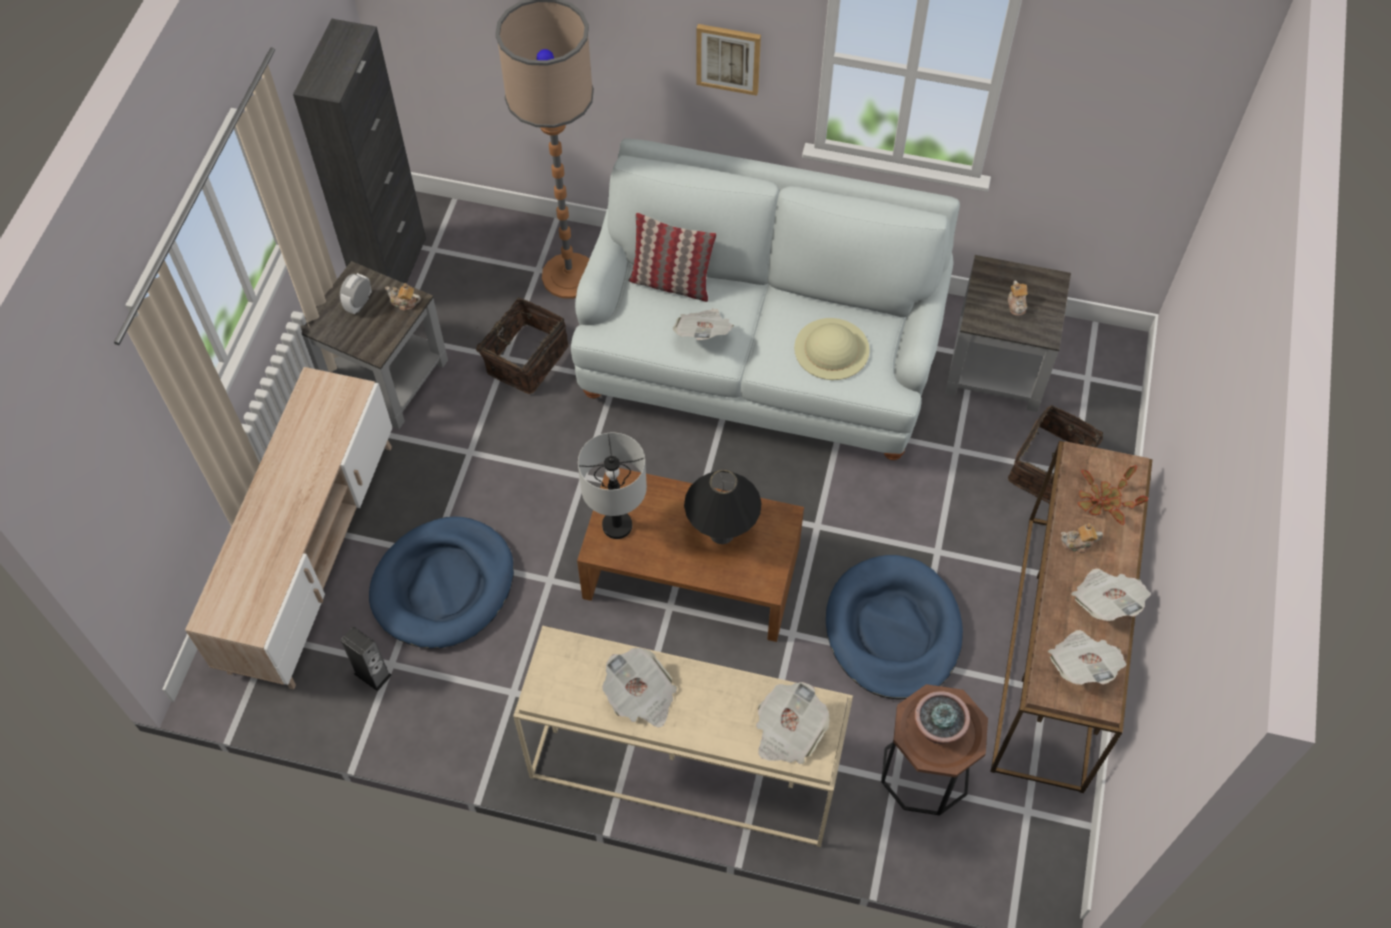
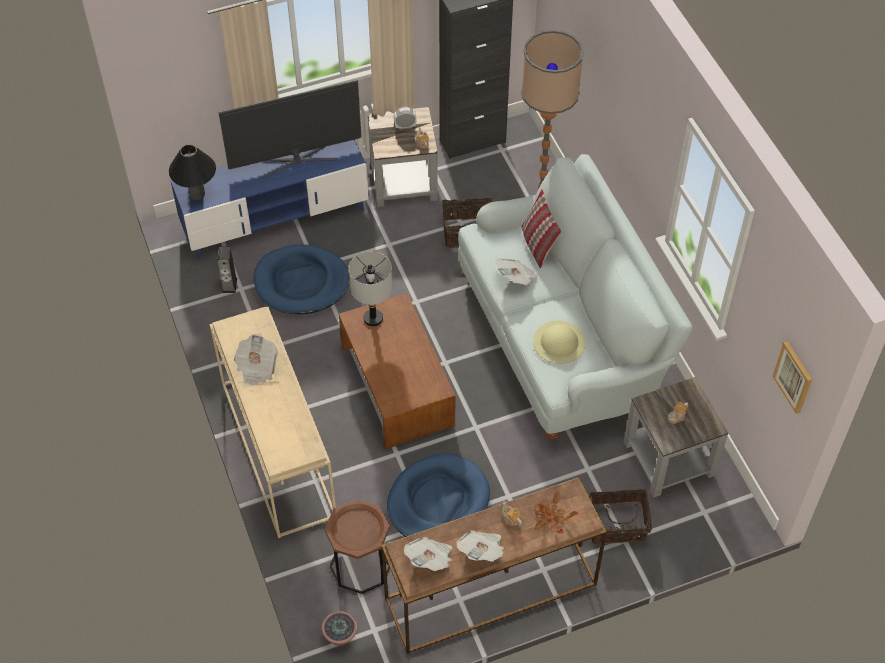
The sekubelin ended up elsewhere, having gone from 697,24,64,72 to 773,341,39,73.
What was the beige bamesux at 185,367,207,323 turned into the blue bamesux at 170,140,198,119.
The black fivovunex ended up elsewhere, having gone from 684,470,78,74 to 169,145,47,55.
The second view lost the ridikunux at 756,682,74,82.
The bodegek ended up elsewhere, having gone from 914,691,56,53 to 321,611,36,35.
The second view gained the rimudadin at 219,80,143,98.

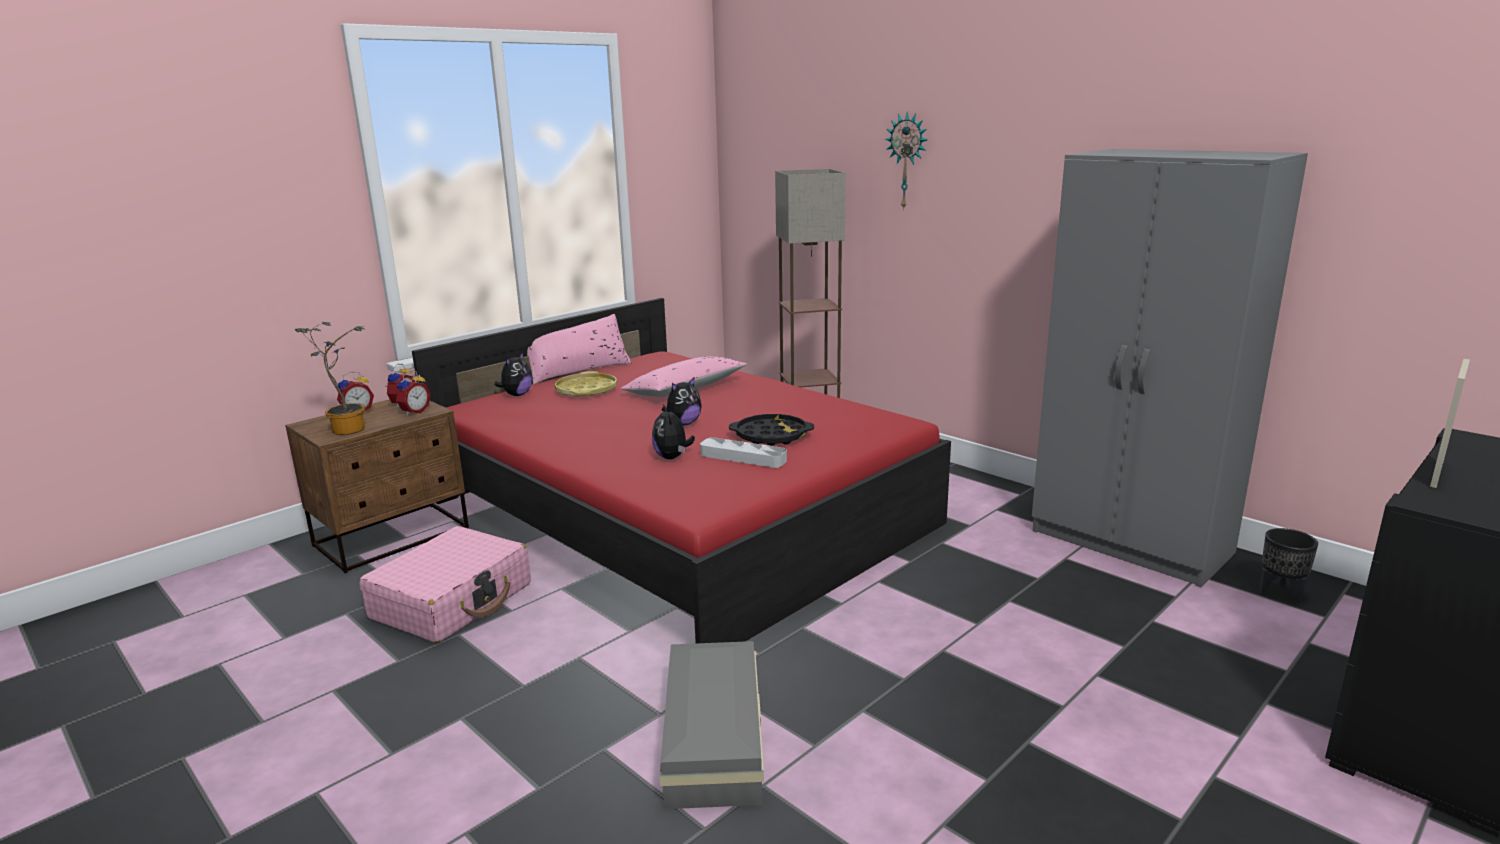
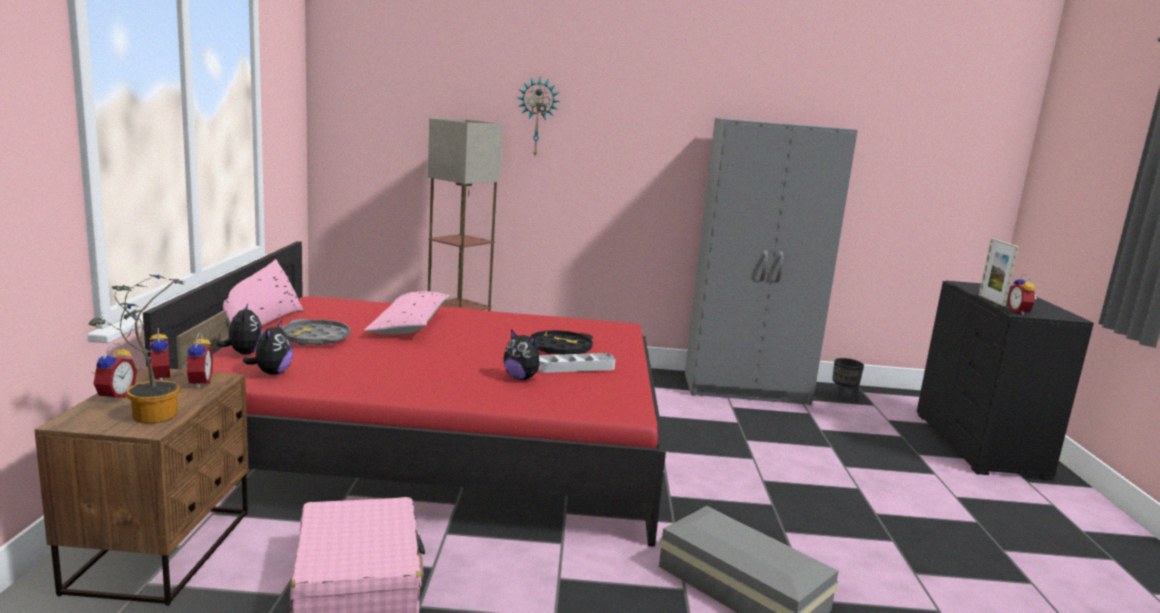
What was the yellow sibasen at 554,371,63,26 turned into the grey sibasen at 282,319,68,27.
The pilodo ended up elsewhere, having gone from 662,376,39,50 to 243,320,50,55.
The second view gained the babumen at 1008,274,29,41.

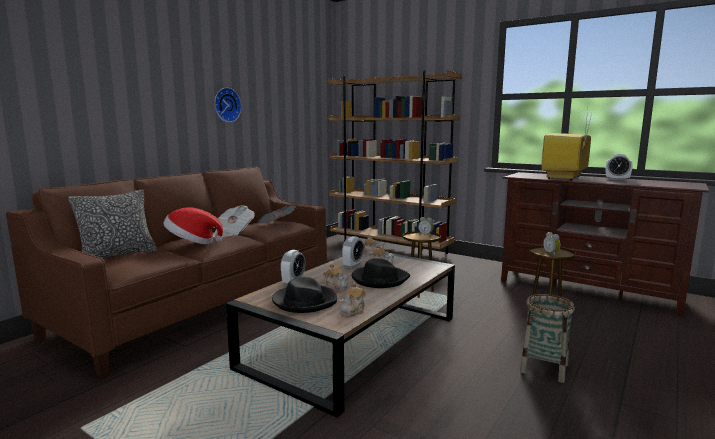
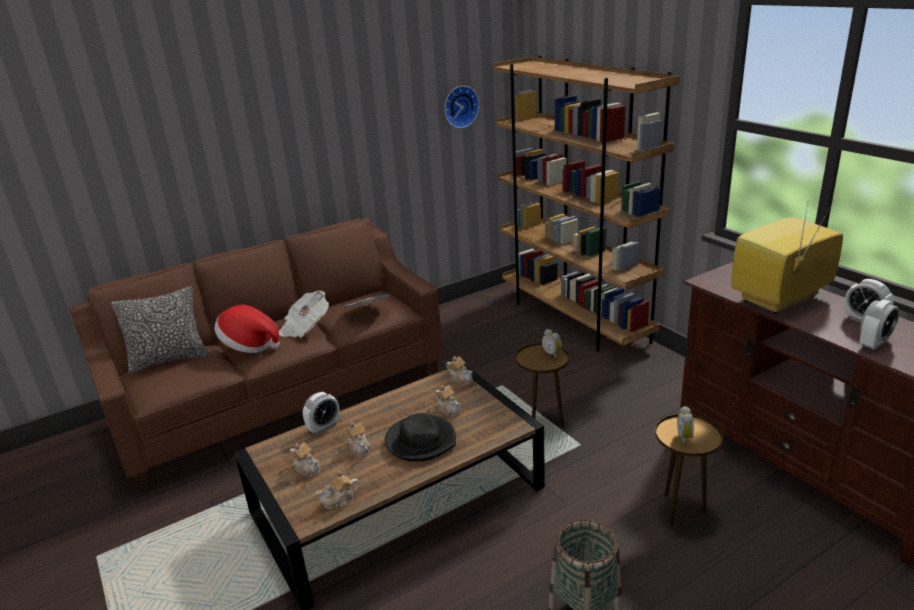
The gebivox ended up elsewhere, having gone from 214,88,28,35 to 444,86,35,42.
The babumen ended up elsewhere, having gone from 342,236,22,33 to 859,299,40,51.
Where the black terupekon stood at 272,277,65,36, the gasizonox came to stand at 289,442,32,35.

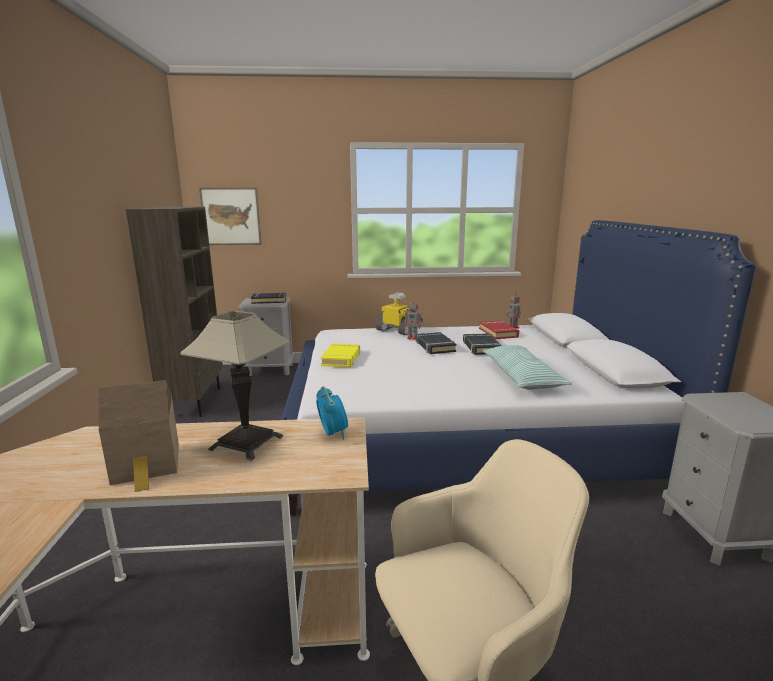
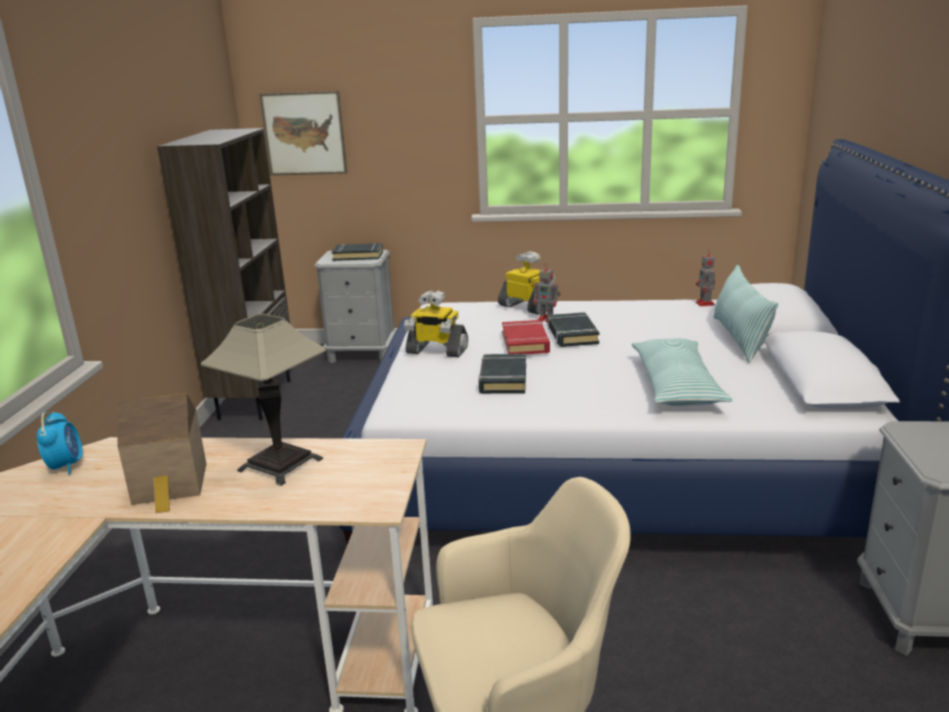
The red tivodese ended up elsewhere, having gone from 479,320,40,19 to 502,320,48,34.
The black tivodese ended up elsewhere, having gone from 463,333,39,22 to 478,354,48,40.
Where the yellow tivodese stood at 321,343,39,24, the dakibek came to stand at 404,290,64,67.
The babumen ended up elsewhere, having gone from 316,386,32,54 to 37,411,45,64.
The second view gained the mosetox at 713,265,65,98.

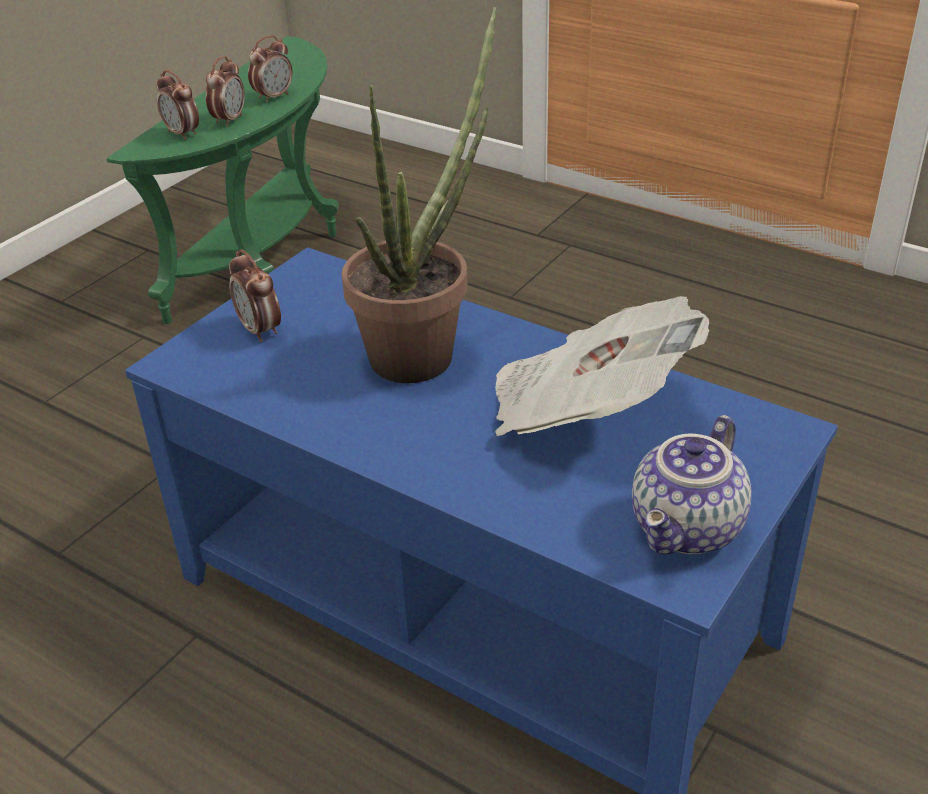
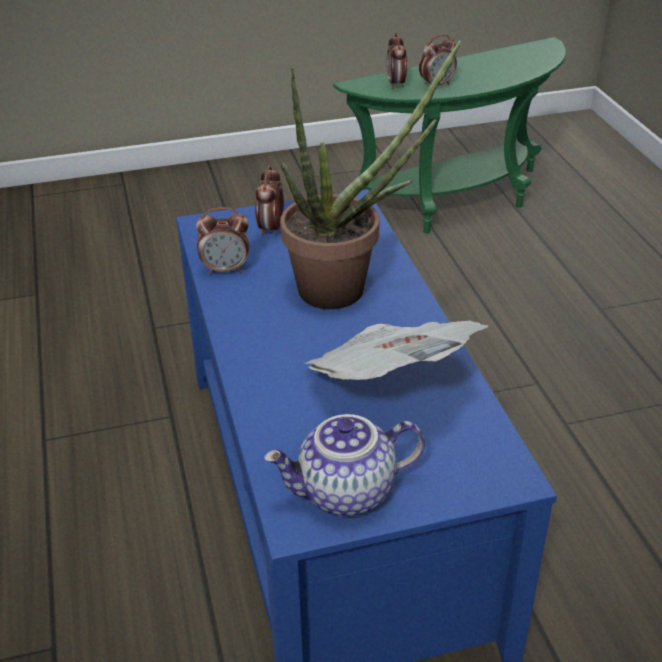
The babumen ended up elsewhere, having gone from 248,35,45,68 to 196,207,53,68.

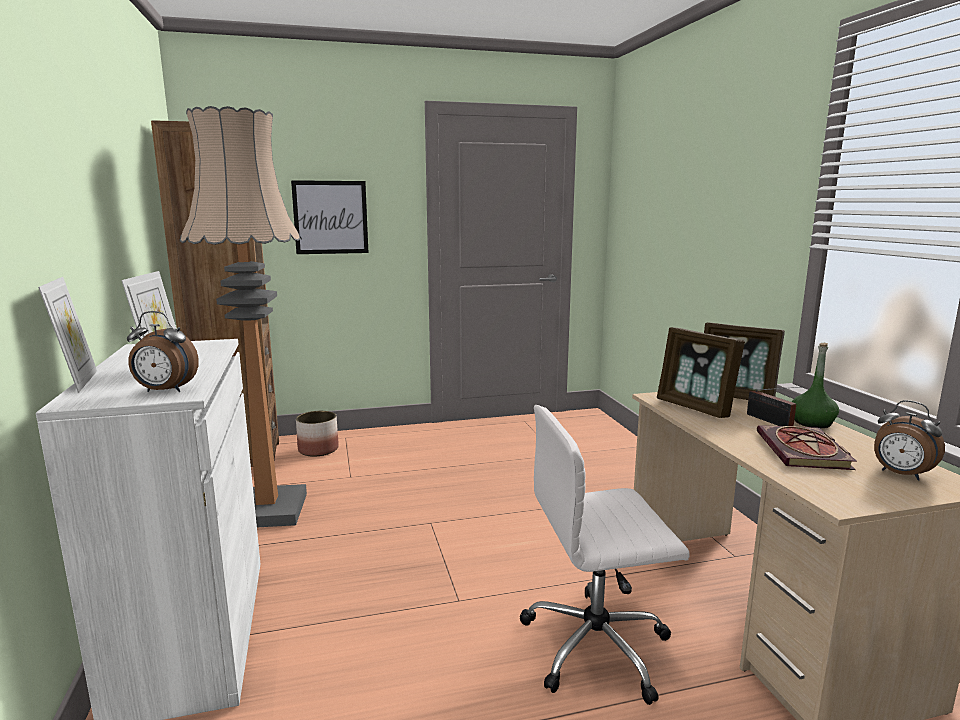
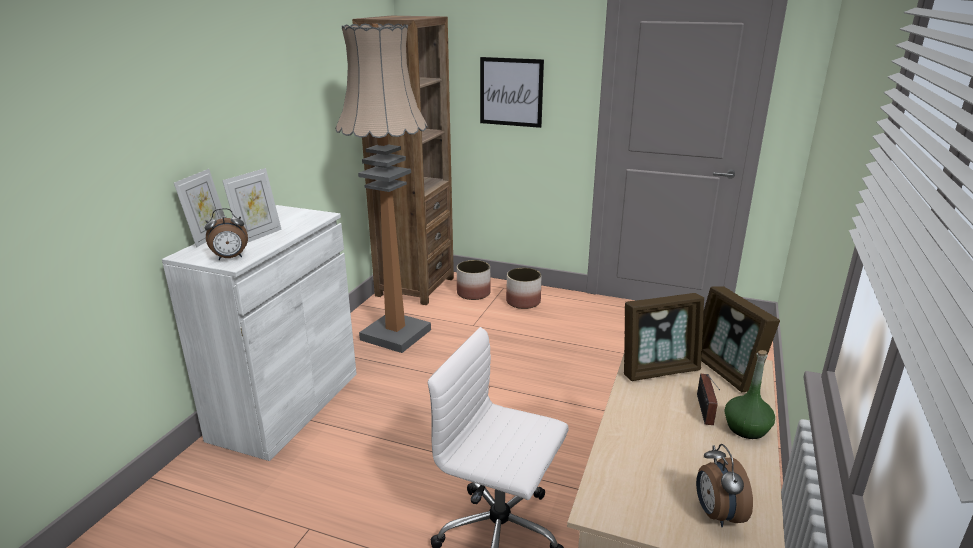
The babumen at 127,311,72,81 ended up facing another way, 60 degrees counterclockwise from before.
The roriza at 657,327,88,91 ended up facing another way, 105 degrees counterclockwise from before.
The second view lost the tivodese at 757,425,100,45.
The second view gained the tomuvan at 506,268,36,41.

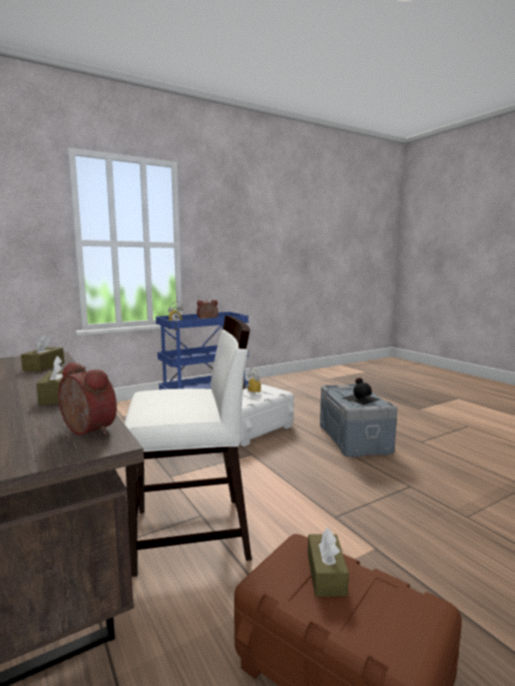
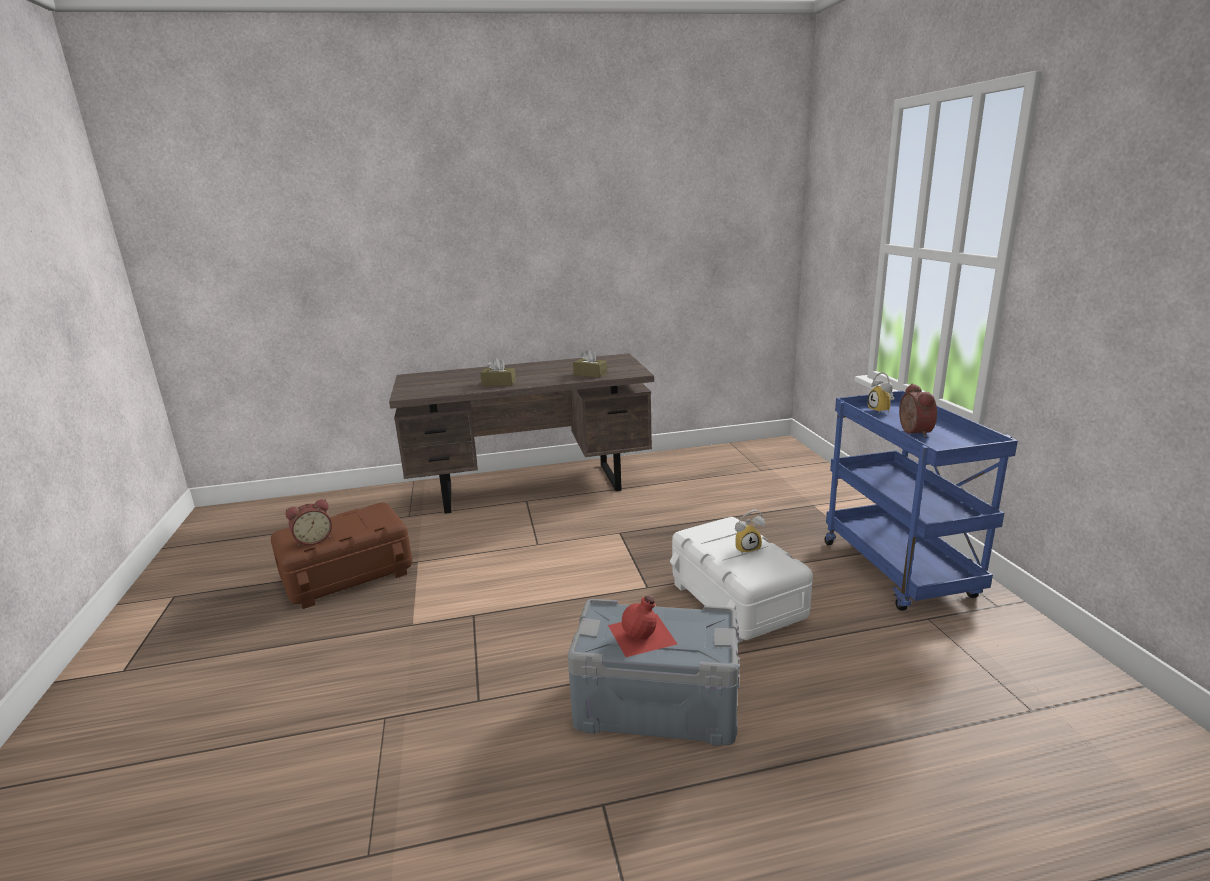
The second view lost the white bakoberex at 124,315,128,262.
The babumen ended up elsewhere, having gone from 58,362,59,73 to 285,499,47,48.
What was the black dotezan at 343,378,38,27 turned into the red dotezan at 608,596,69,61.
The second view lost the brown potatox at 308,528,41,69.

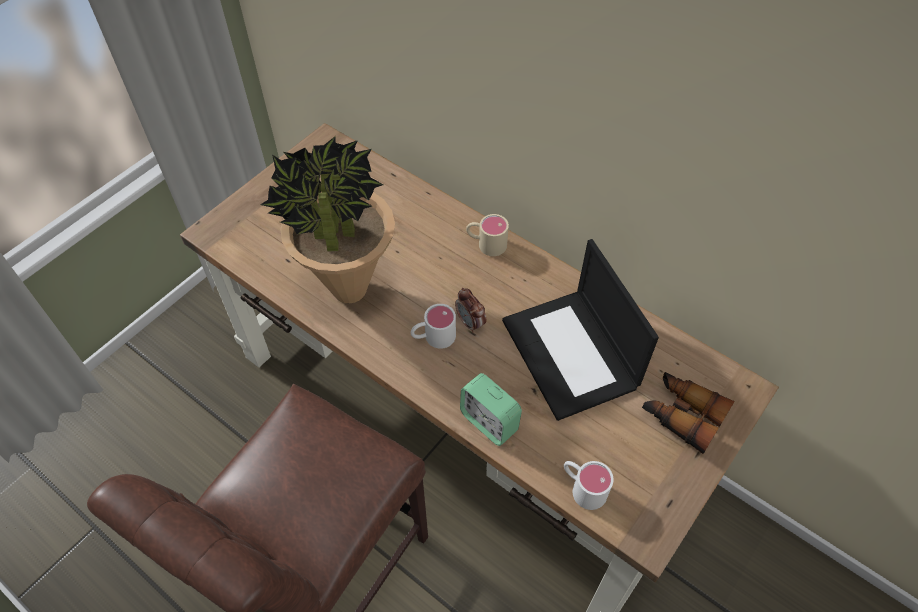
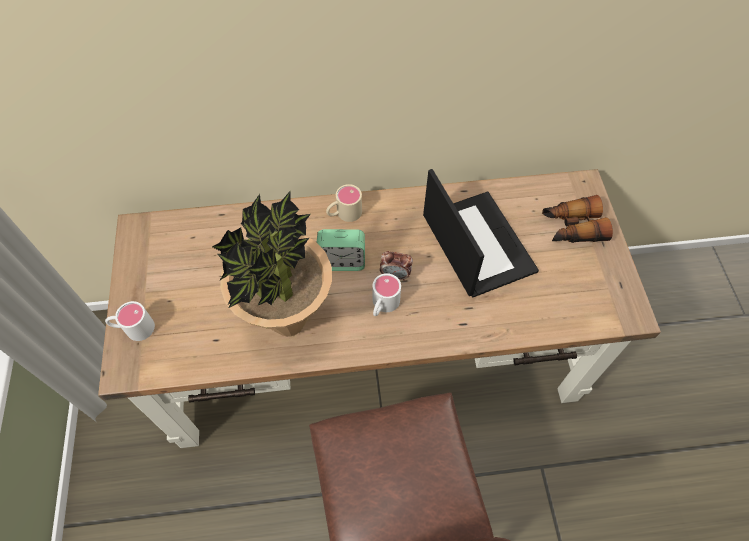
The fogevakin at 502,239,157,182 ended up facing another way, 135 degrees counterclockwise from before.
The babumen ended up elsewhere, having gone from 460,373,62,73 to 317,229,48,42.
The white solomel ended up elsewhere, having gone from 564,461,50,49 to 105,301,50,40.

